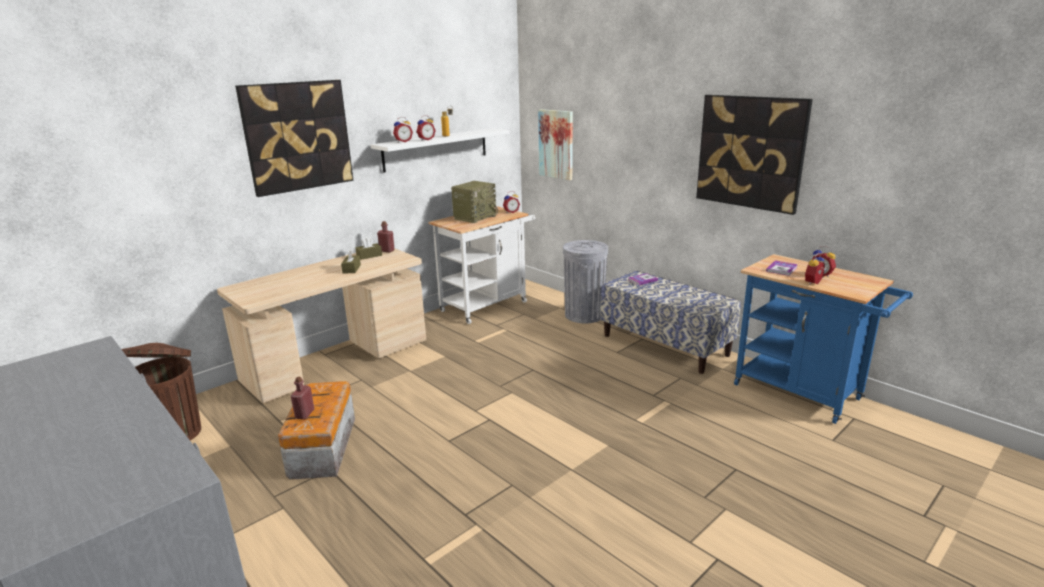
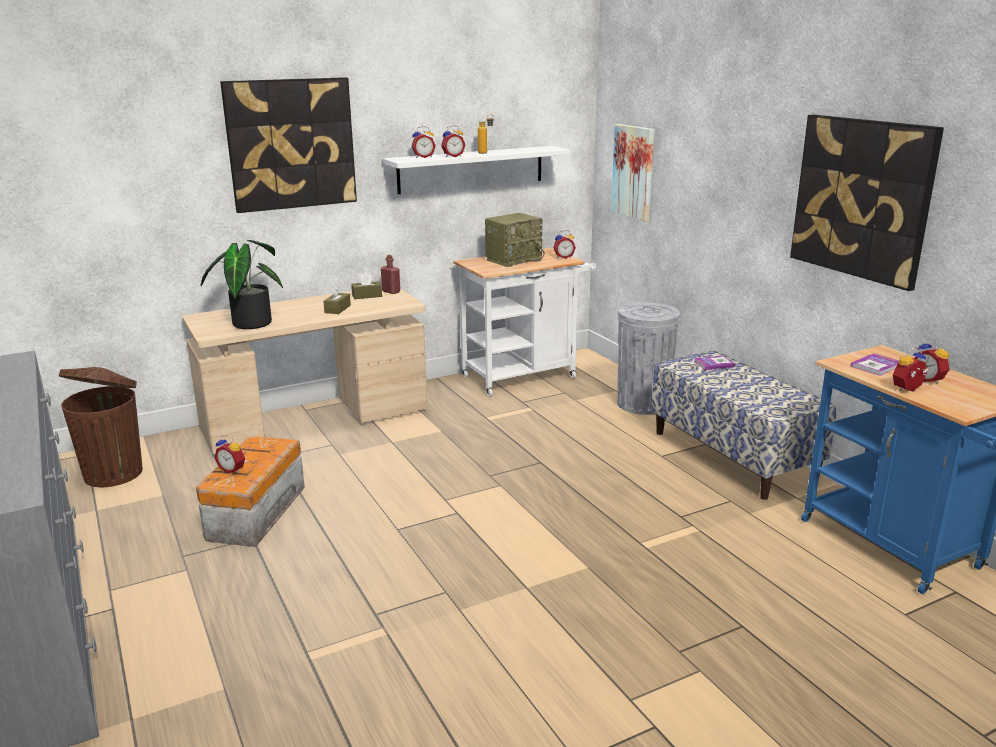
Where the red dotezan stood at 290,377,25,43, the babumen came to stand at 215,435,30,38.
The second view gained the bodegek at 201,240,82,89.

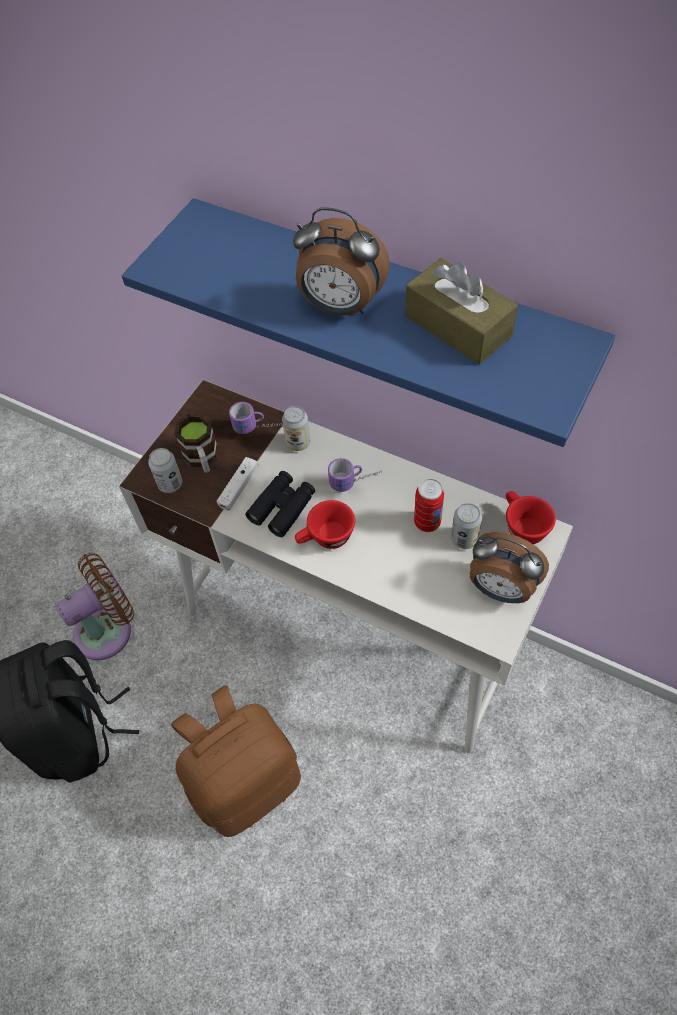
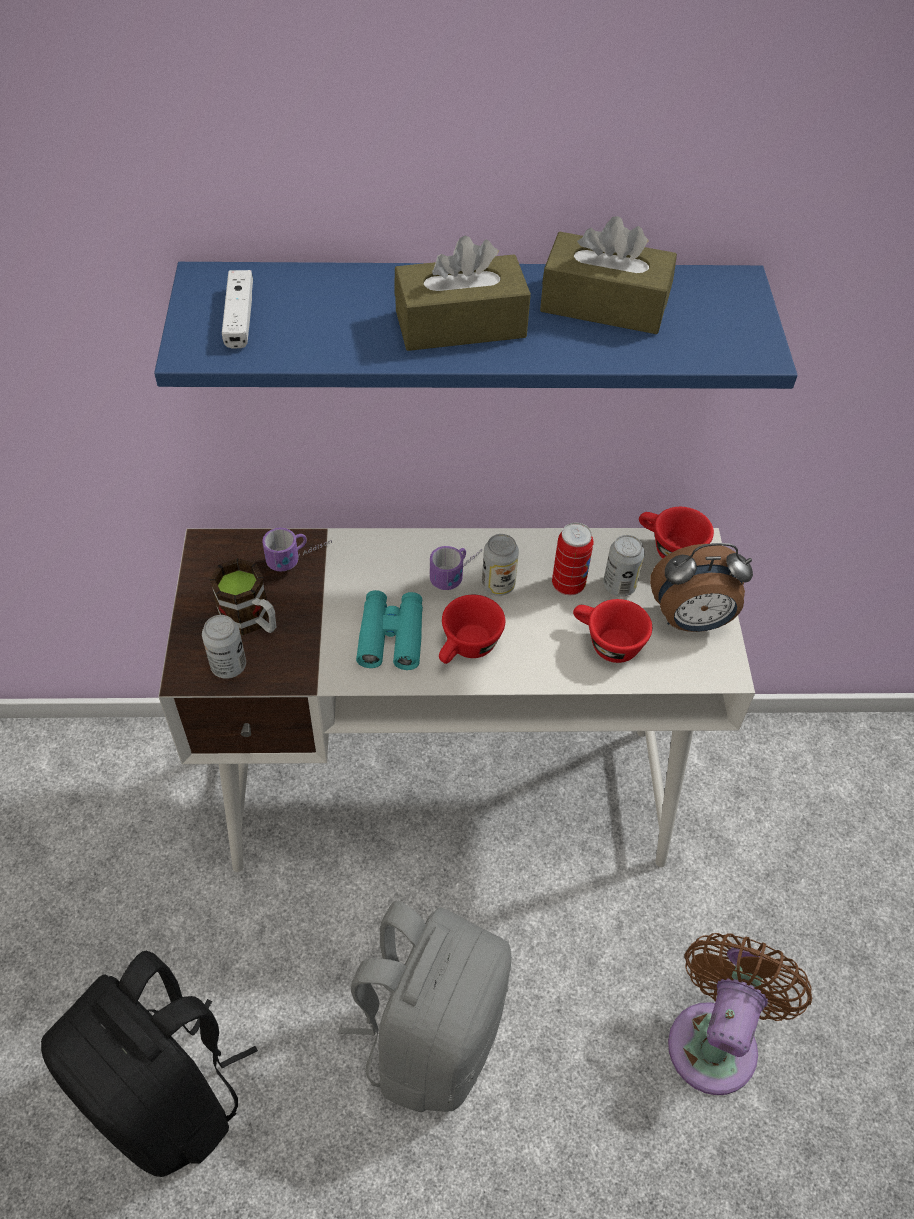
Where the babumen stood at 293,207,97,108, the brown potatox came to stand at 394,236,137,115.
The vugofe ended up elsewhere, having gone from 282,406,28,45 to 482,534,37,62.
The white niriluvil ended up elsewhere, having gone from 217,457,41,54 to 222,270,31,78.
What was the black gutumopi at 245,471,70,66 turned into the turquoise gutumopi at 356,590,67,80.
The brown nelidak ended up elsewhere, having gone from 56,553,78,107 to 668,933,145,162.
What was the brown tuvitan at 171,685,130,152 turned into the grey tuvitan at 338,901,174,211.
The second view gained the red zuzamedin at 573,599,79,64.

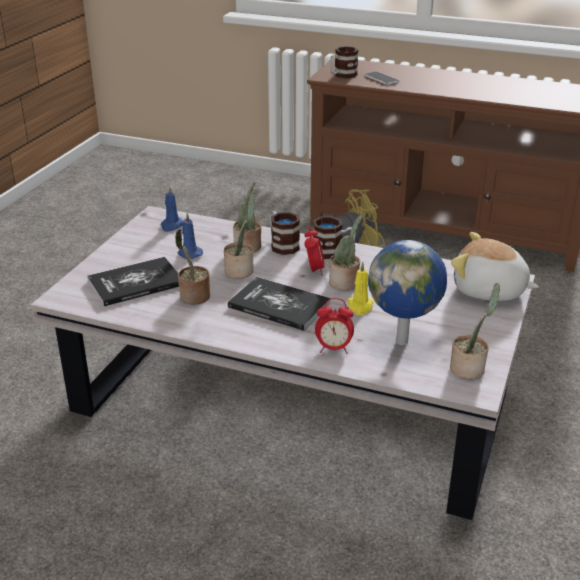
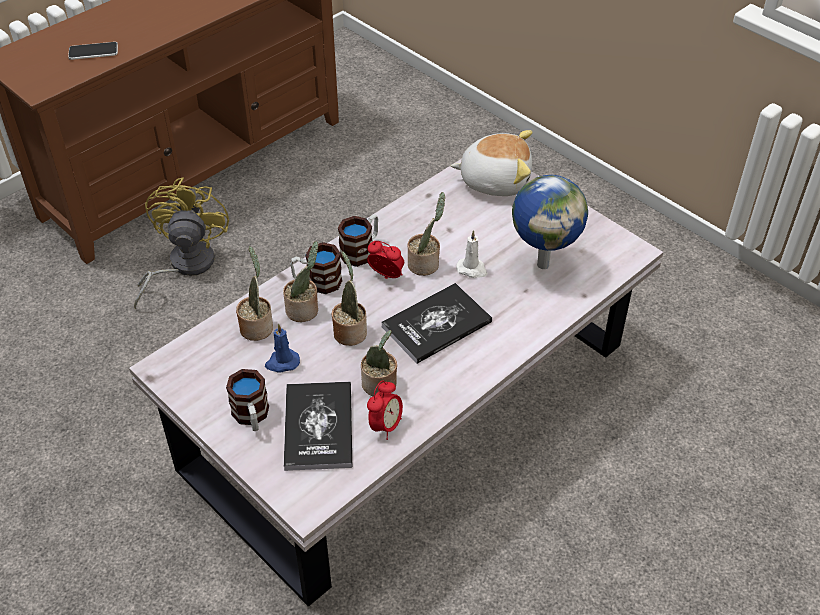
The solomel ended up elsewhere, having gone from 330,46,29,32 to 226,369,43,62.
The second view lost the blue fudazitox at 161,185,23,47.
The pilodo at 451,232,88,69 ended up facing another way, 135 degrees counterclockwise from before.
What was the yellow fudazitox at 348,262,26,53 turned into the white fudazitox at 456,230,31,48.
The bodegek ended up elsewhere, having gone from 450,283,50,97 to 236,246,37,95.
The babumen ended up elsewhere, having gone from 315,298,39,56 to 367,381,36,59.

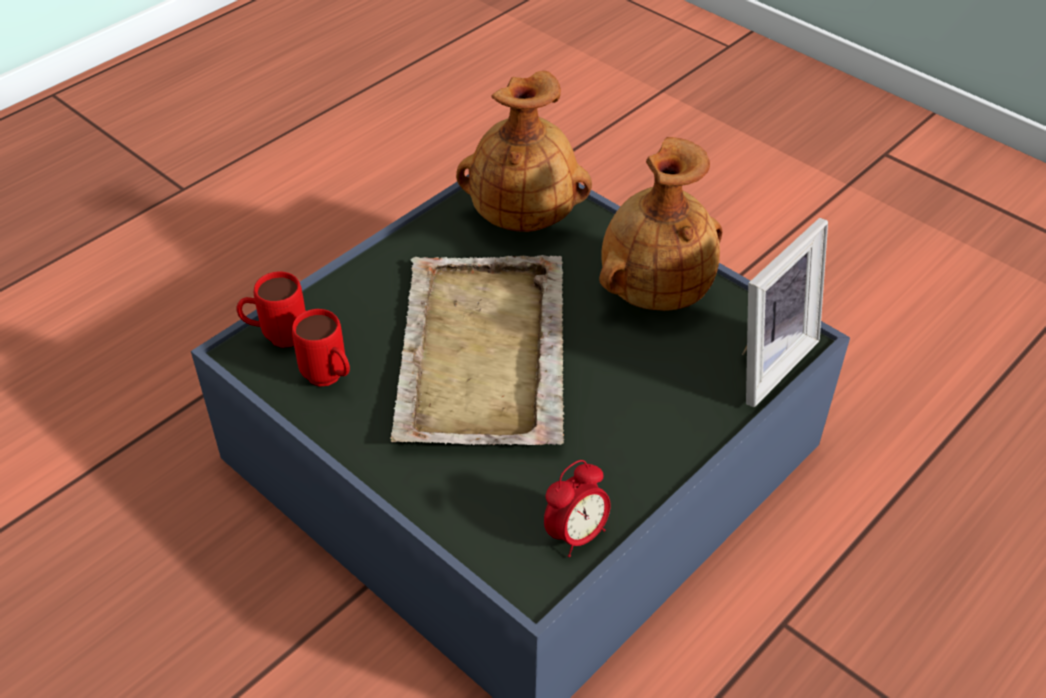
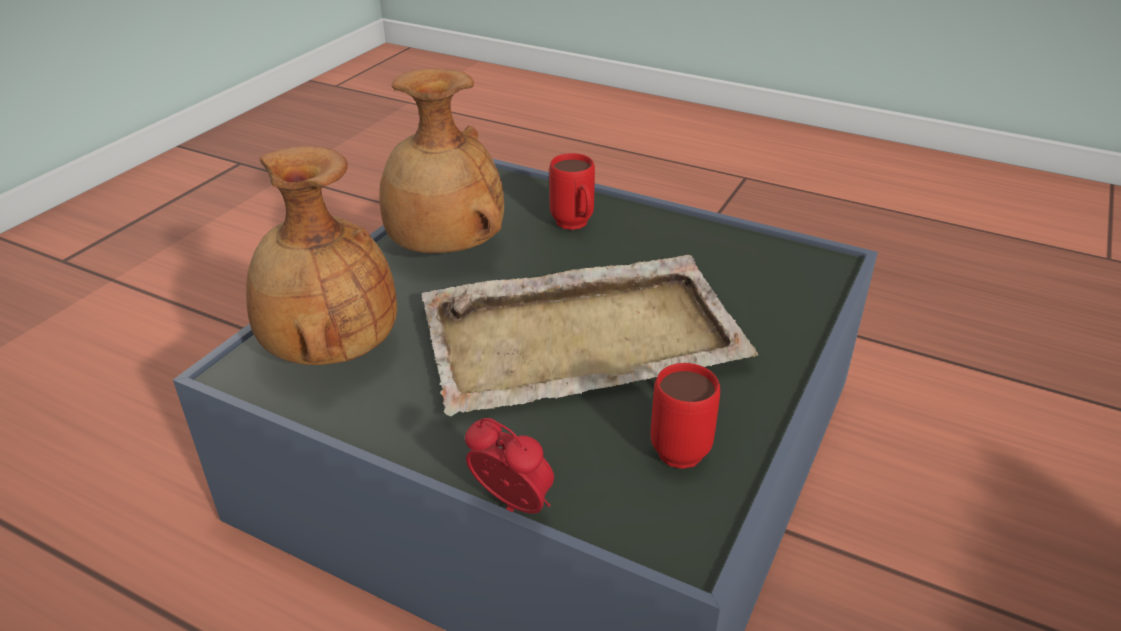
The second view lost the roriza at 742,218,86,189.
The red solomel ended up elsewhere, having gone from 236,271,70,77 to 549,153,46,77.
The babumen ended up elsewhere, having gone from 544,460,67,97 to 465,418,89,96.

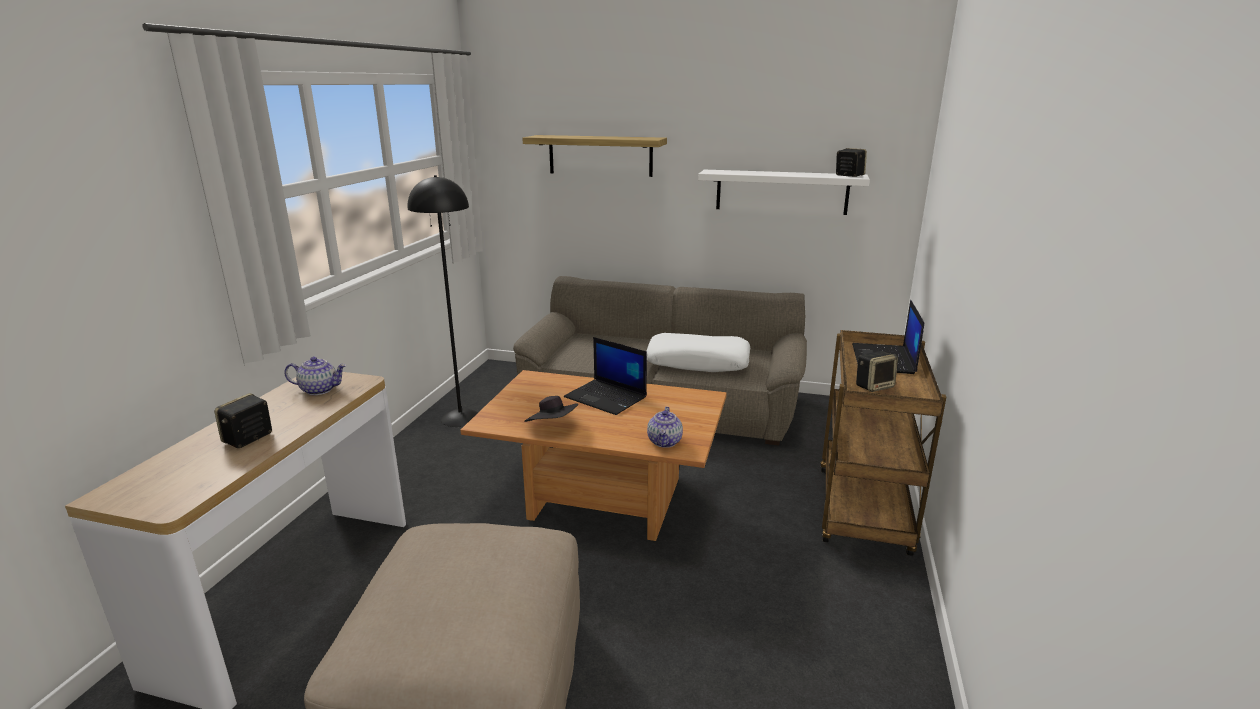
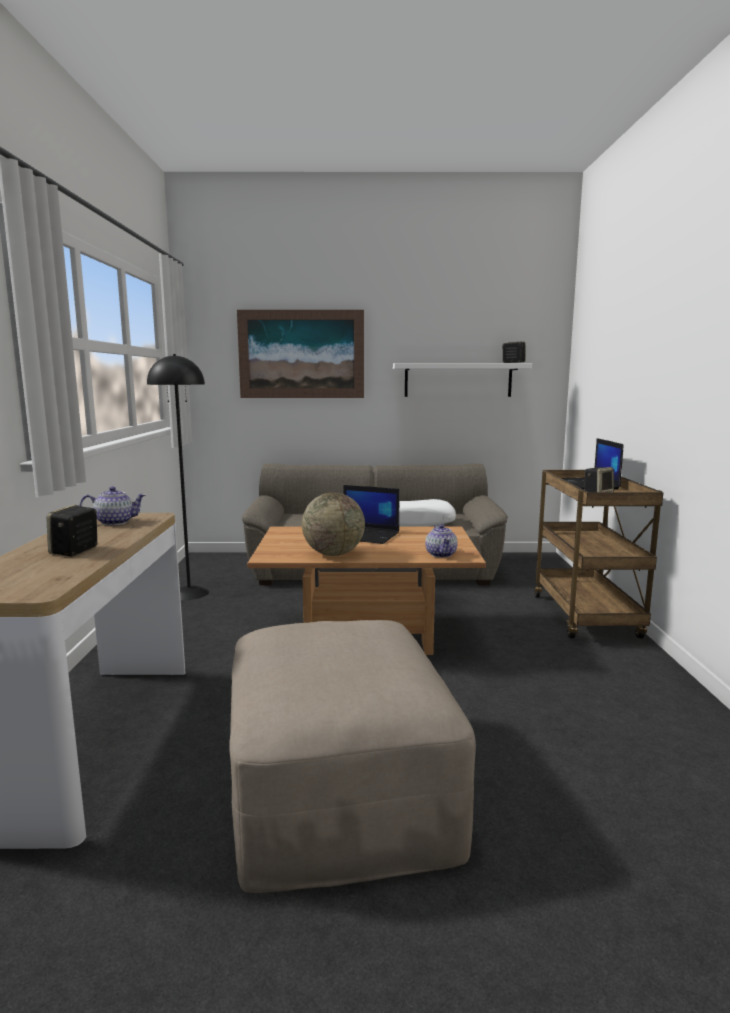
Where the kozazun hung at 522,135,145,42, the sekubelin came to hang at 237,310,127,88.
Where the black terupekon stood at 524,396,54,26, the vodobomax came to stand at 302,492,63,64.

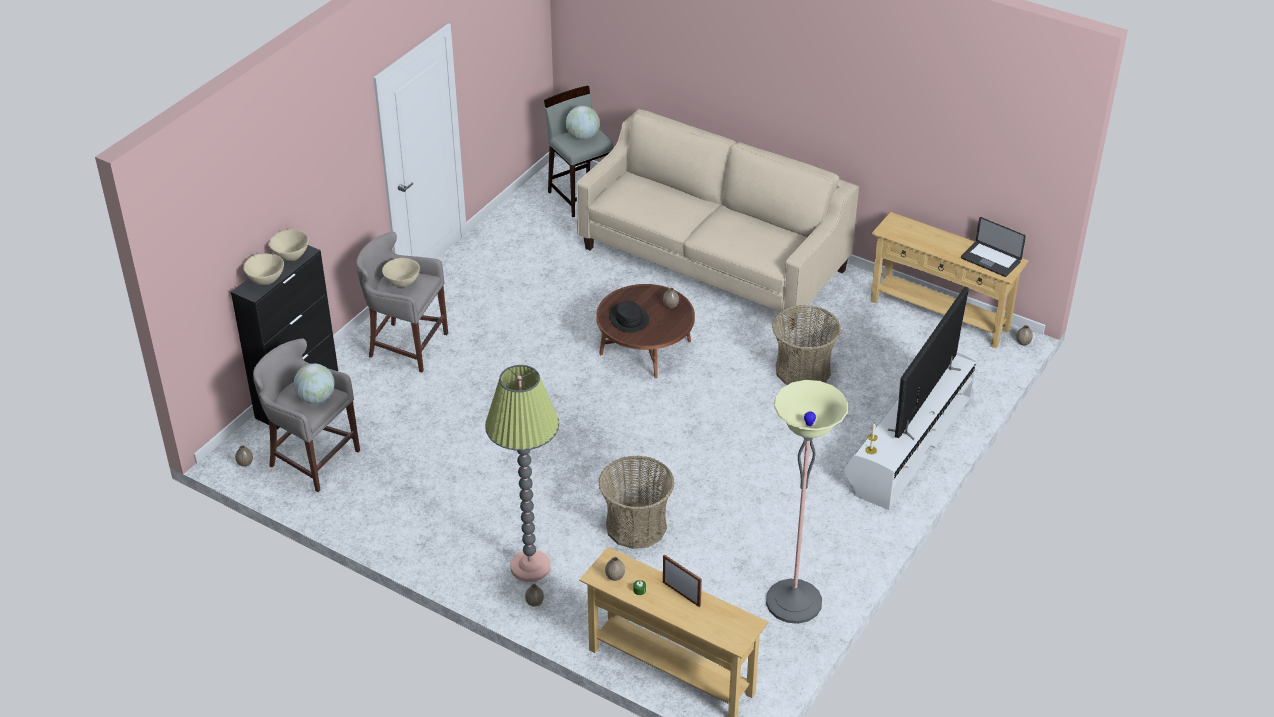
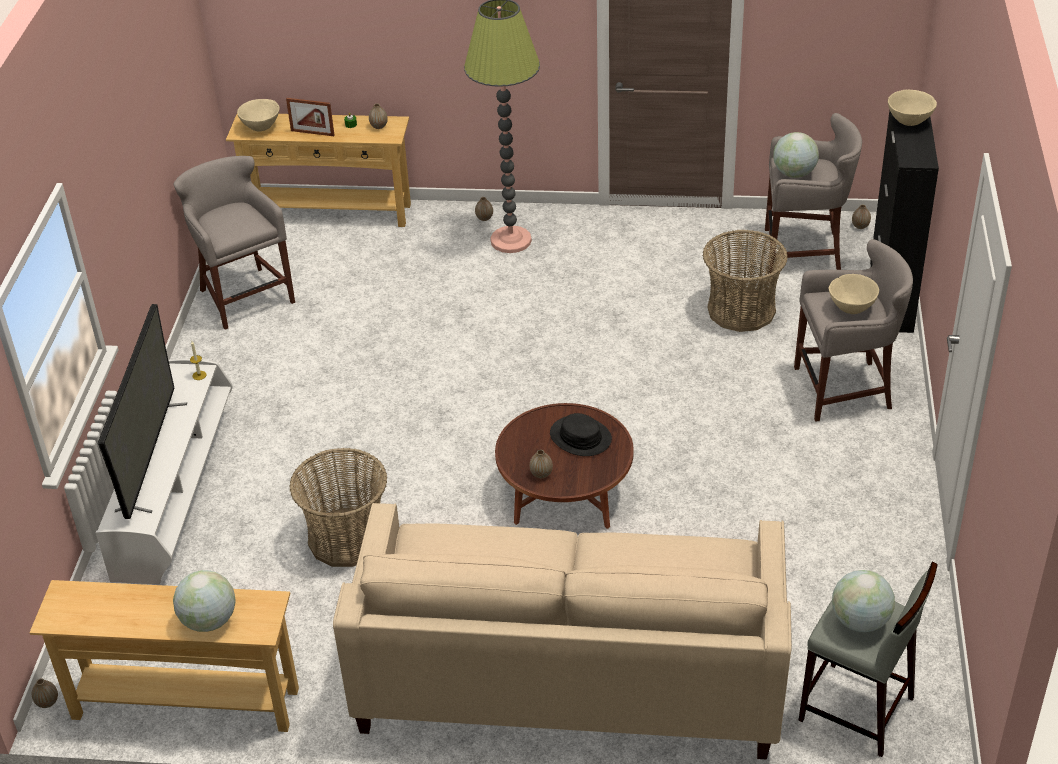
The second view lost the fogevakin at 961,217,65,60.
The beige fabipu ended up elsewhere, having gone from 269,229,39,32 to 237,99,43,32.
Where the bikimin stood at 766,380,82,244, the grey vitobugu came to stand at 173,156,122,173.
The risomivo ended up elsewhere, having gone from 598,455,76,94 to 703,230,85,102.
The second view gained the vodobomax at 173,570,63,62.

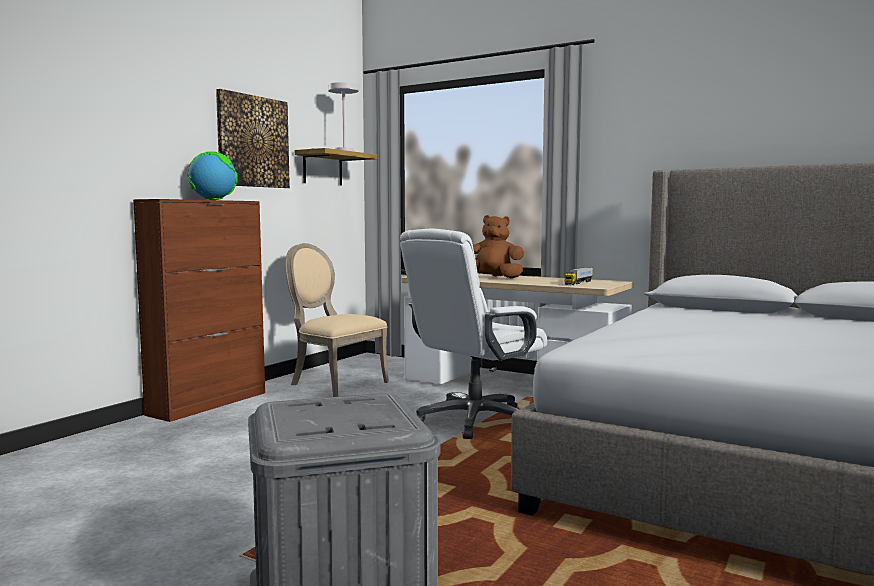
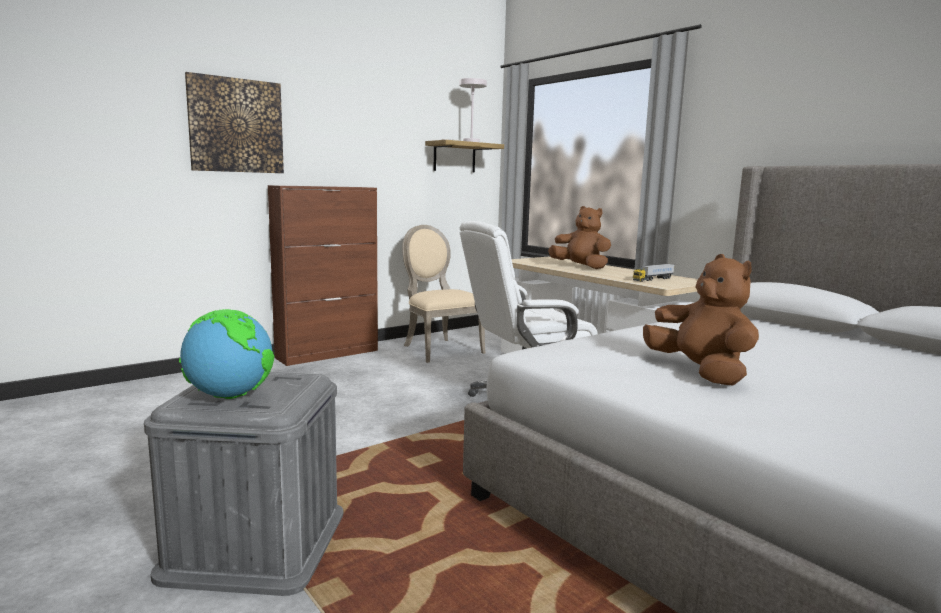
The sekubelin ended up elsewhere, having gone from 216,89,74,99 to 185,72,99,101.
The vodobomax ended up elsewhere, having gone from 187,151,51,49 to 179,309,95,90.
The second view gained the brown pilodo at 643,254,116,132.

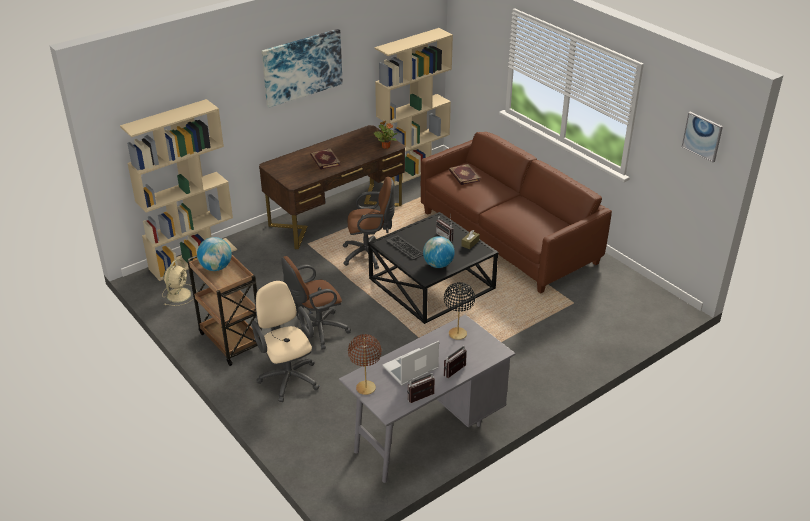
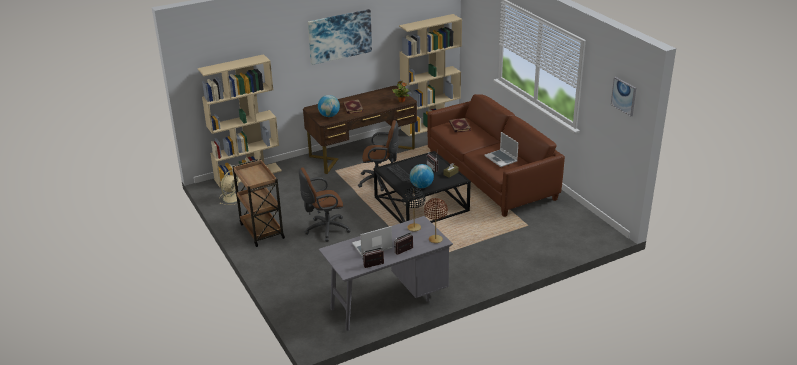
The vodobomax ended up elsewhere, having gone from 197,237,35,34 to 318,95,22,22.
The second view lost the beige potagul at 252,280,68,122.
The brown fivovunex ended up elsewhere, having gone from 348,334,34,61 to 424,198,24,45.
The second view gained the fogevakin at 484,132,34,35.

